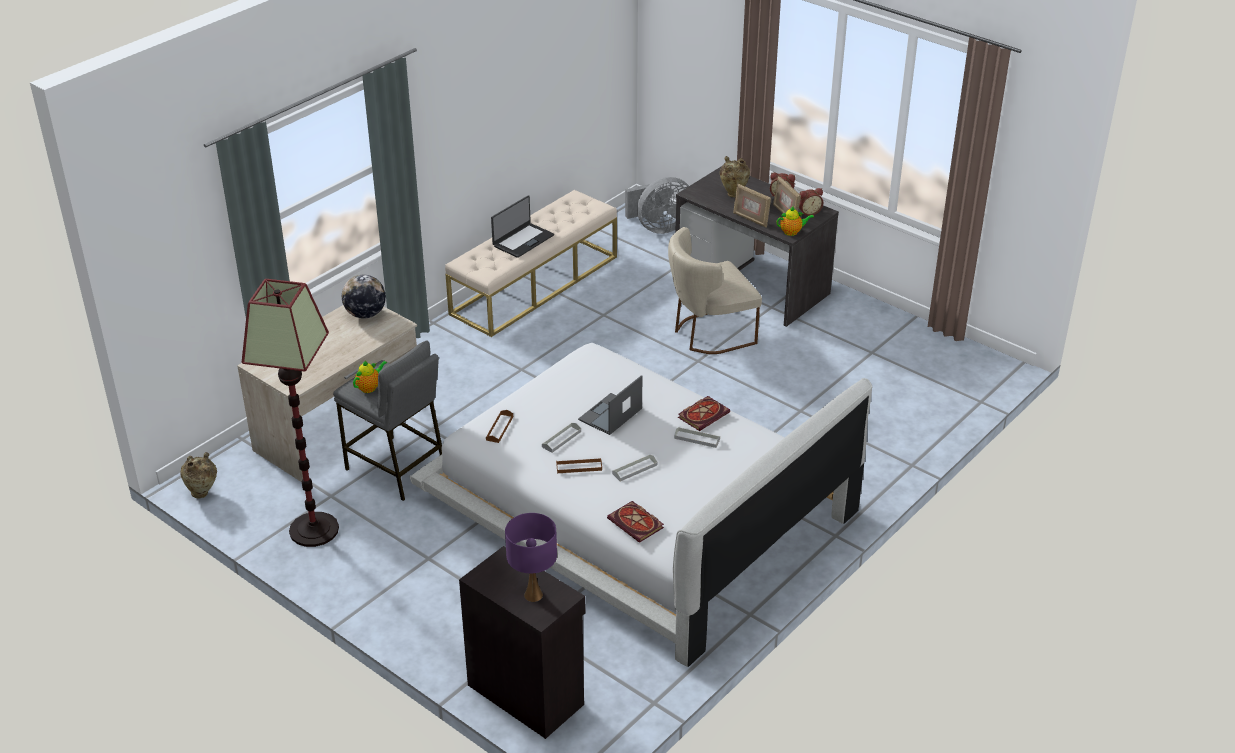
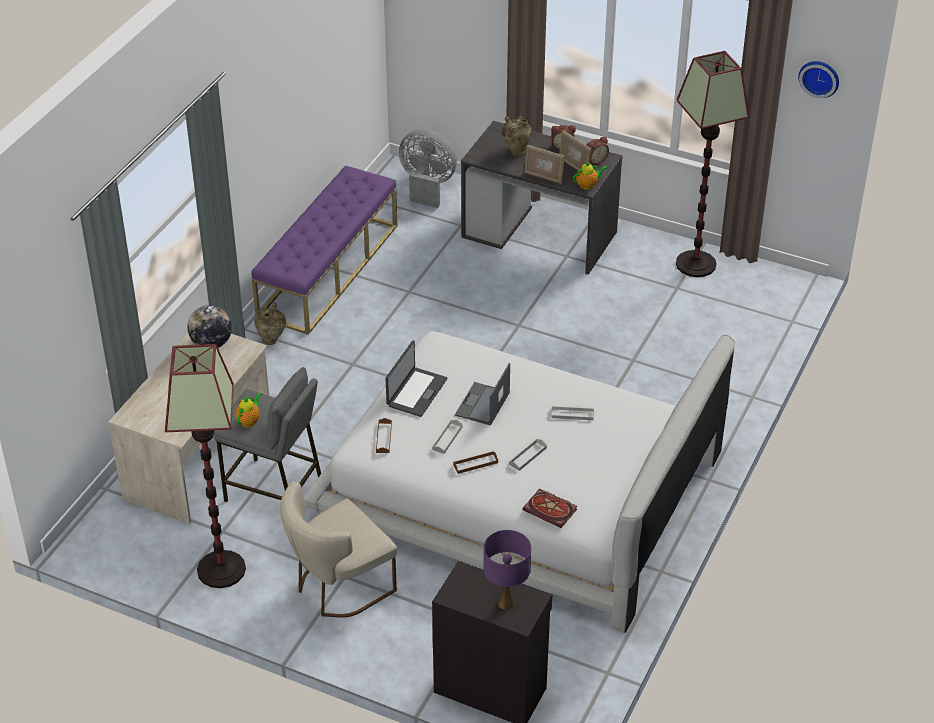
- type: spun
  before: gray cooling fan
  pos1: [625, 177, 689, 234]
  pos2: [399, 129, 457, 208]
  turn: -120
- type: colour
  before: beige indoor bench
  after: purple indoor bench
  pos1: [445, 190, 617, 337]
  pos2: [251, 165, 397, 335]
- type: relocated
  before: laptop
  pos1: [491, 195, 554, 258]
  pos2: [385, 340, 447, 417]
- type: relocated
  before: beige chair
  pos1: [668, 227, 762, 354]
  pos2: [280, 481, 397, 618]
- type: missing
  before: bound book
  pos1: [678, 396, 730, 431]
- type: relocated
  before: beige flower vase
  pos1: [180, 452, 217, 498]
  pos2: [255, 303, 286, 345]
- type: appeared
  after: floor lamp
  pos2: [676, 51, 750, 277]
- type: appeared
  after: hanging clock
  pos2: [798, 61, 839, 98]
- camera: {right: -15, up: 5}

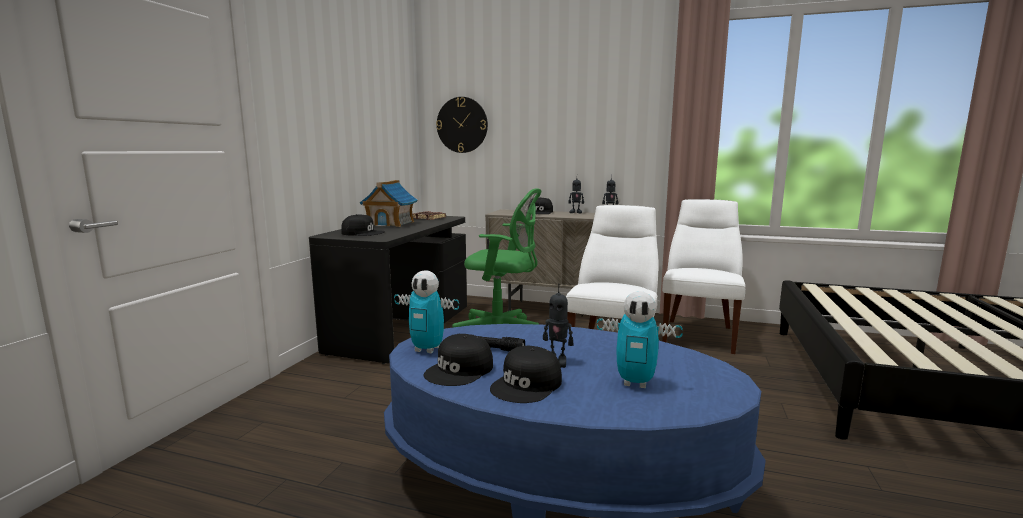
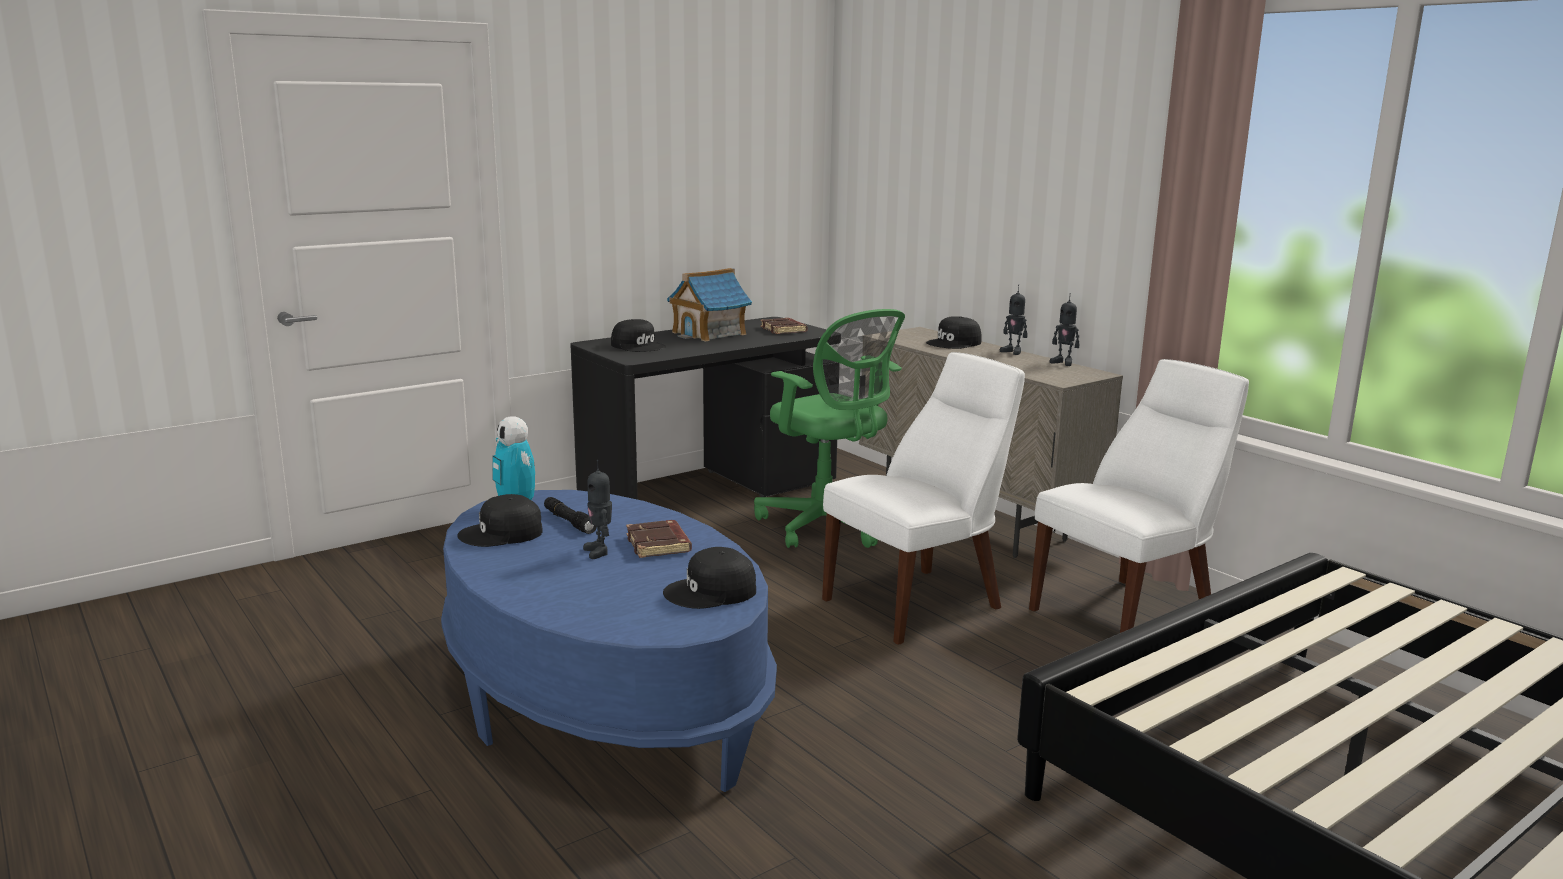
- type: missing
  before: hanging clock
  pos1: [436, 97, 488, 153]
- type: missing
  before: robot figure
  pos1: [597, 291, 683, 388]
- type: relocated
  before: blackish cap
  pos1: [490, 346, 562, 403]
  pos2: [663, 547, 756, 609]
- type: appeared
  after: brownish bound book
  pos2: [626, 520, 692, 558]
- camera: {right: 35, up: 5}

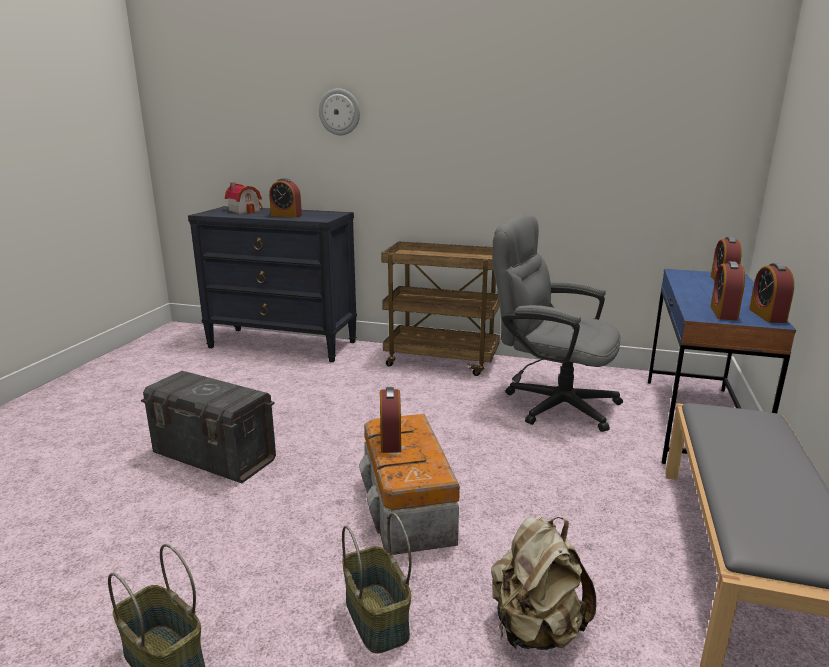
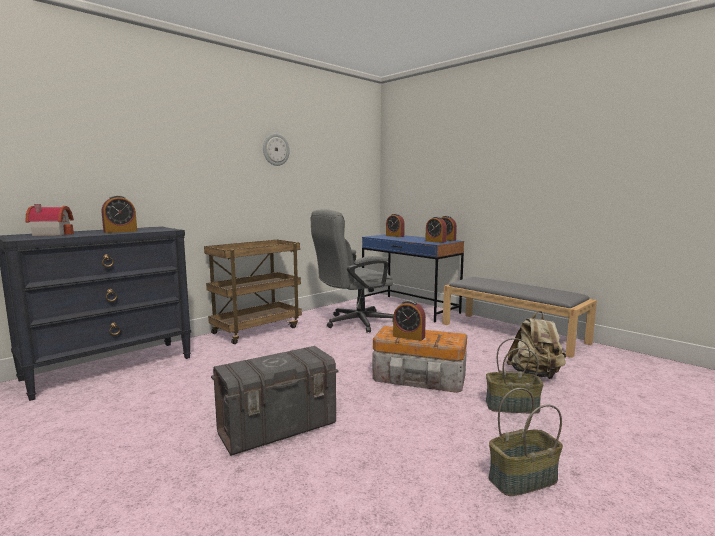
- type: relocated
  before: hanging clock
  pos1: [319, 88, 360, 135]
  pos2: [263, 133, 290, 166]
- camera: {right: -60, up: -10}

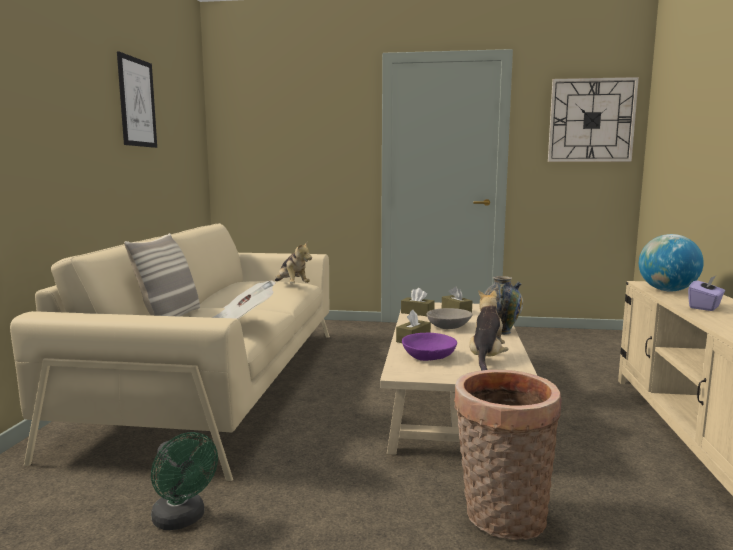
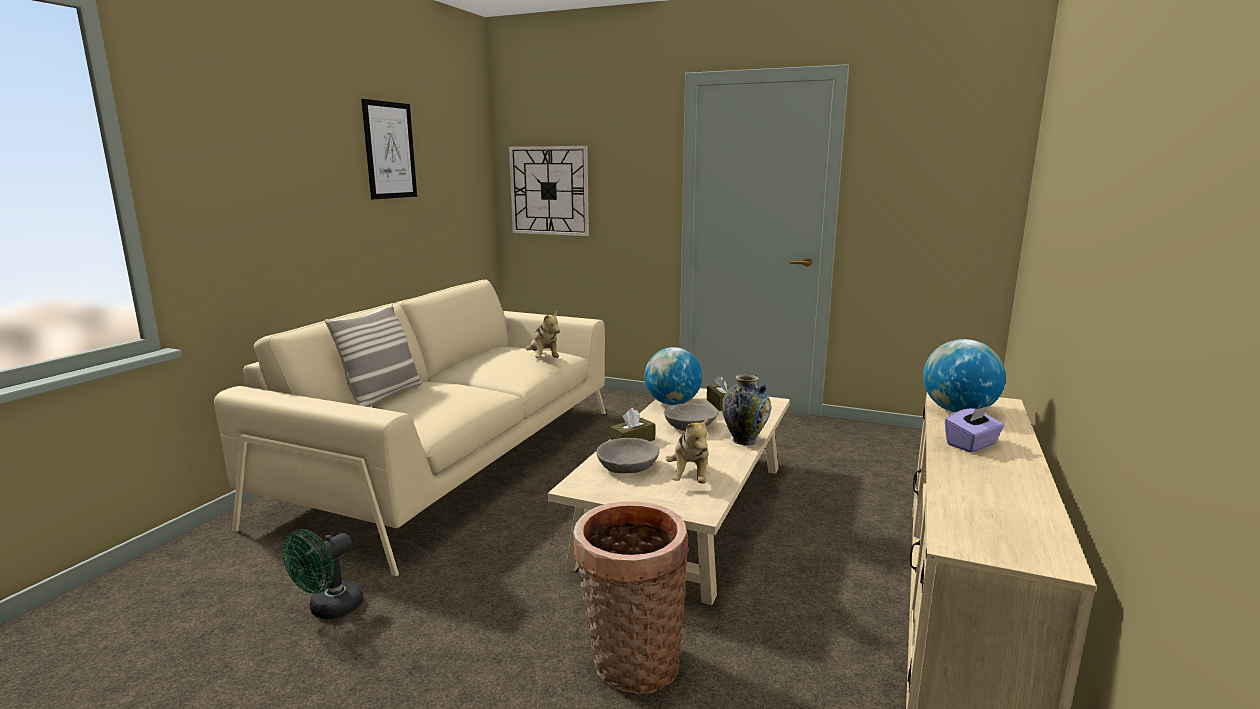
- type: relocated
  before: hanging clock
  pos1: [548, 77, 639, 162]
  pos2: [509, 146, 589, 236]
- type: missing
  before: newspaper
  pos1: [212, 281, 276, 319]
- type: exchanged
  before: brownish tissue holder
  after: globe
  pos1: [401, 288, 435, 316]
  pos2: [645, 347, 702, 405]
- type: spun
  before: soft toy
  pos1: [470, 290, 508, 371]
  pos2: [666, 417, 709, 484]
  turn: 150
- type: colour
  before: purple bowl
  after: gray bowl
  pos1: [402, 333, 457, 361]
  pos2: [596, 438, 659, 473]
- type: spun
  before: green-coloured cooling fan
  pos1: [151, 432, 218, 530]
  pos2: [283, 529, 363, 619]
  turn: 60
- camera: {right: 15, up: 5}

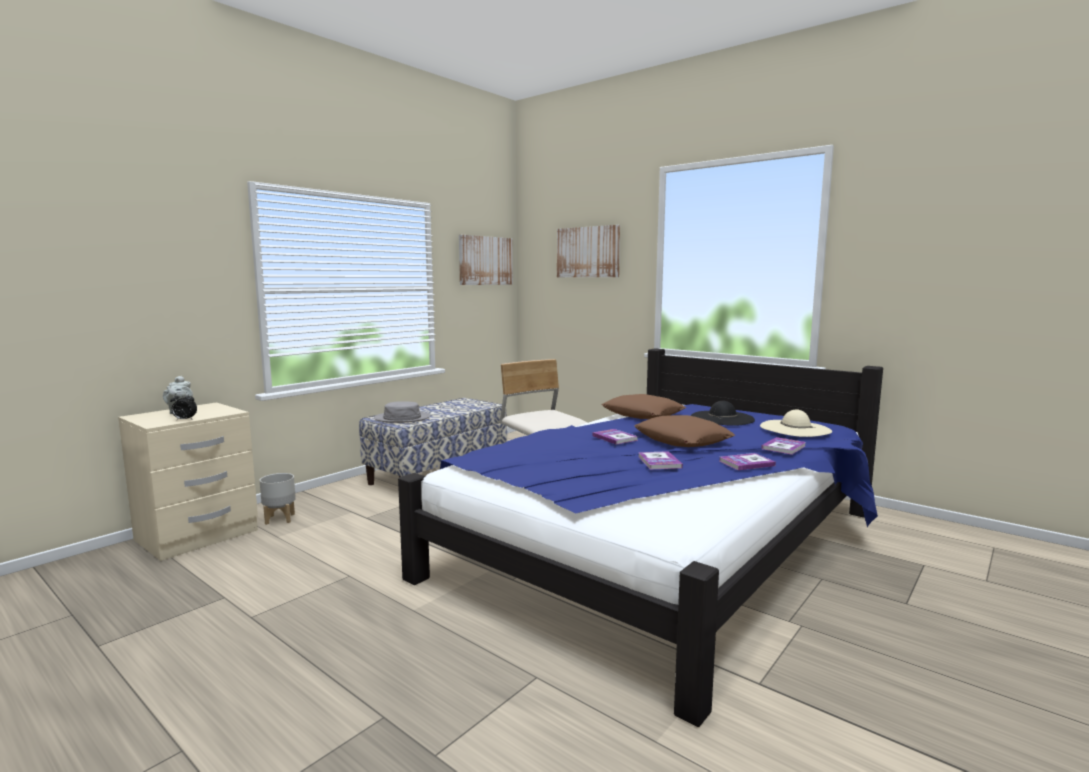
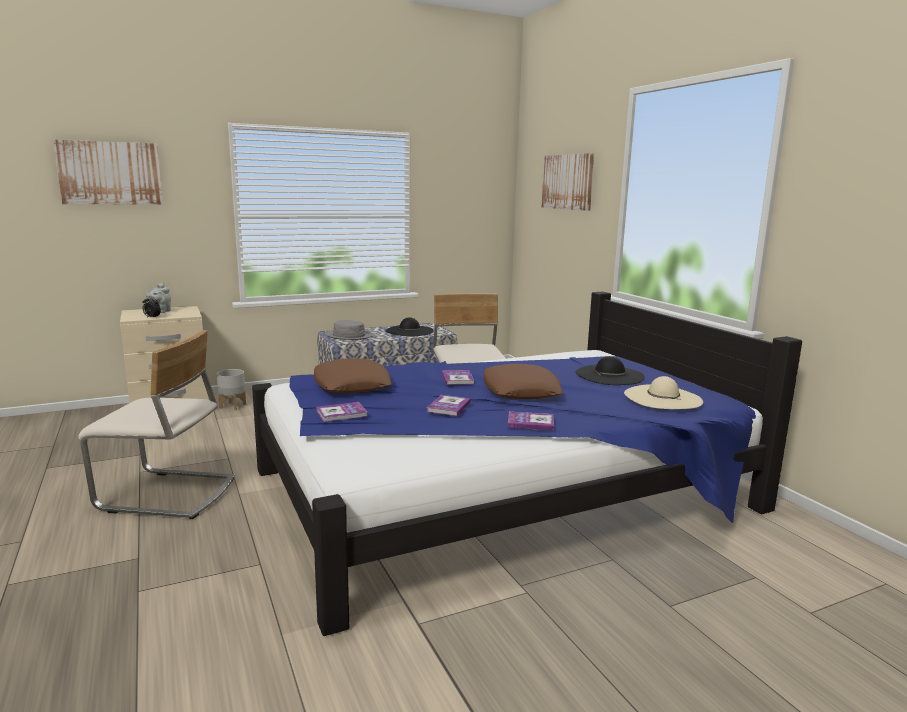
- type: relocated
  before: wall picture
  pos1: [459, 235, 513, 285]
  pos2: [53, 139, 163, 205]
- type: relocated
  before: brownish cushion
  pos1: [601, 394, 686, 419]
  pos2: [314, 359, 392, 393]
- type: relocated
  before: bound book
  pos1: [761, 437, 806, 455]
  pos2: [316, 402, 367, 422]
- type: appeared
  after: blackish hat
  pos2: [386, 317, 434, 337]
- type: appeared
  after: beige chair
  pos2: [78, 330, 234, 519]
- camera: {right: 25, up: 5}

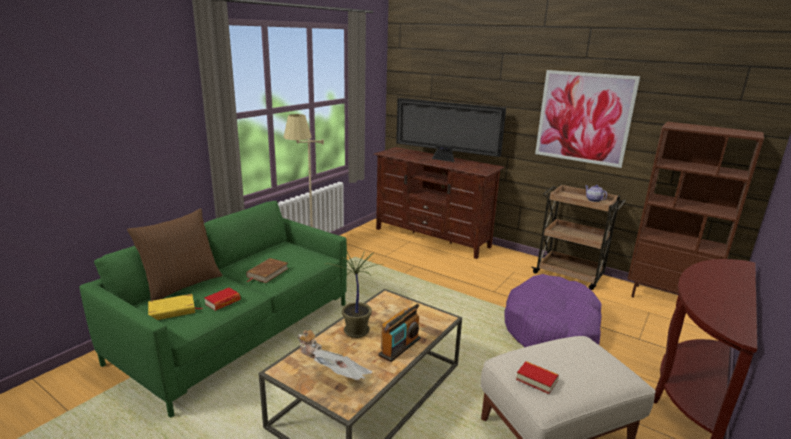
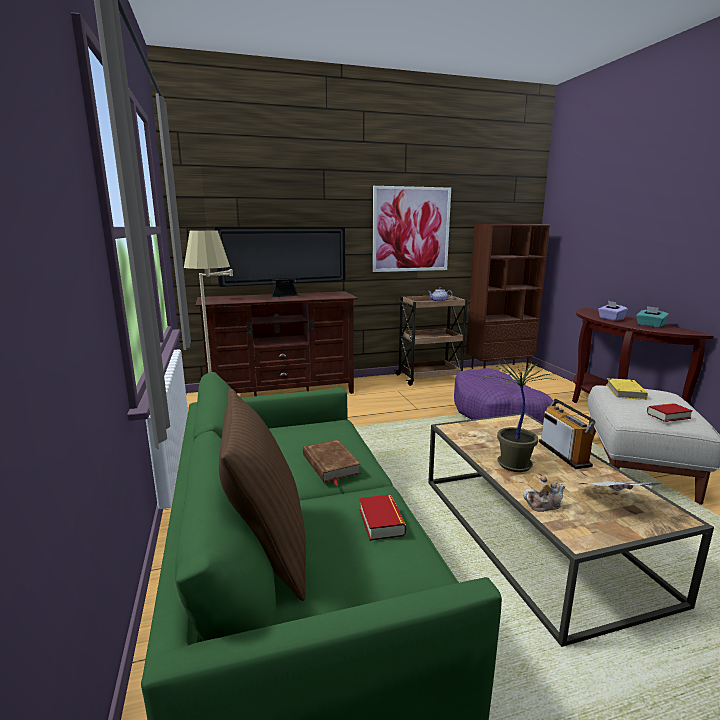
- type: relocated
  before: yellowish bound book
  pos1: [148, 294, 202, 320]
  pos2: [606, 378, 648, 400]
- type: appeared
  after: purple tissue holder
  pos2: [598, 301, 628, 321]
- type: appeared
  after: turquoise-coloured tissue holder
  pos2: [636, 306, 669, 327]
- camera: {right: -50, up: -5}

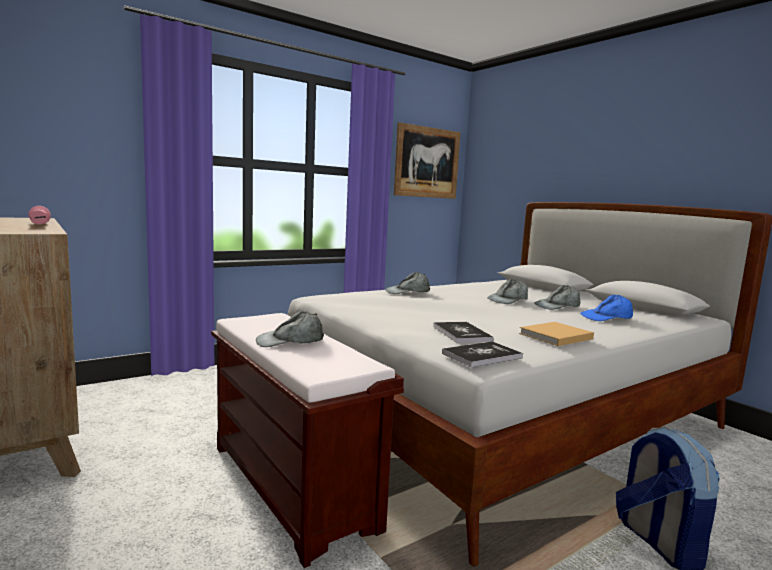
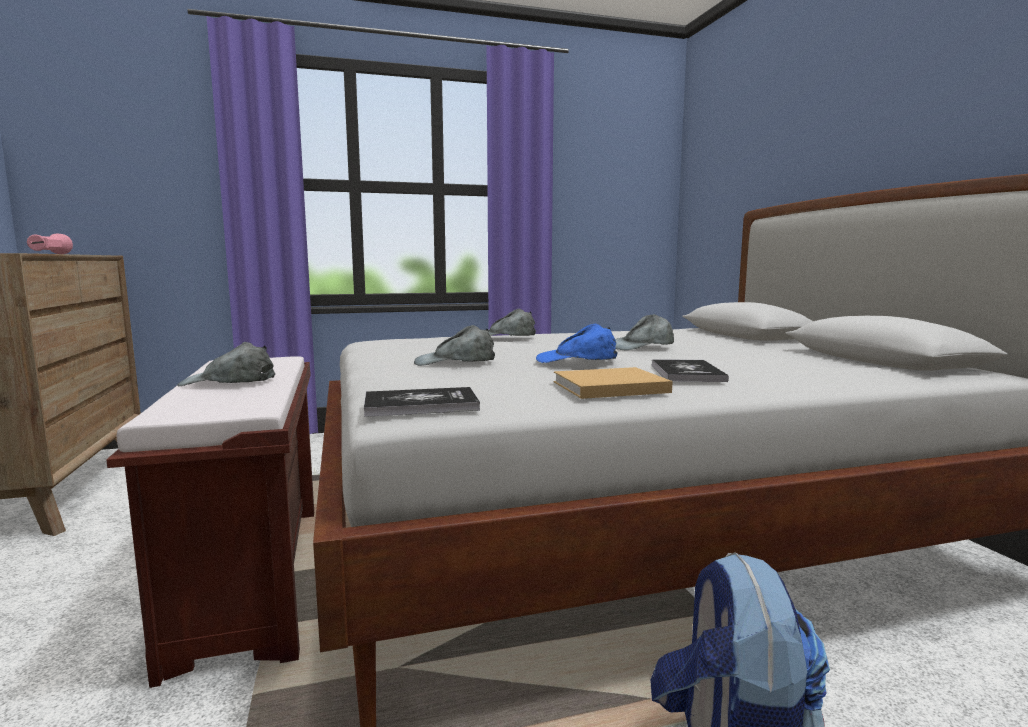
- type: missing
  before: wall picture
  pos1: [394, 122, 461, 199]
- type: relocated
  before: gray cap
  pos1: [535, 285, 580, 310]
  pos2: [414, 325, 495, 366]
- type: relocated
  before: bluish cap
  pos1: [580, 295, 633, 321]
  pos2: [536, 323, 618, 363]
- type: relocated
  before: bound book
  pos1: [433, 322, 494, 343]
  pos2: [651, 359, 729, 382]
- camera: {right: 20, up: 0}

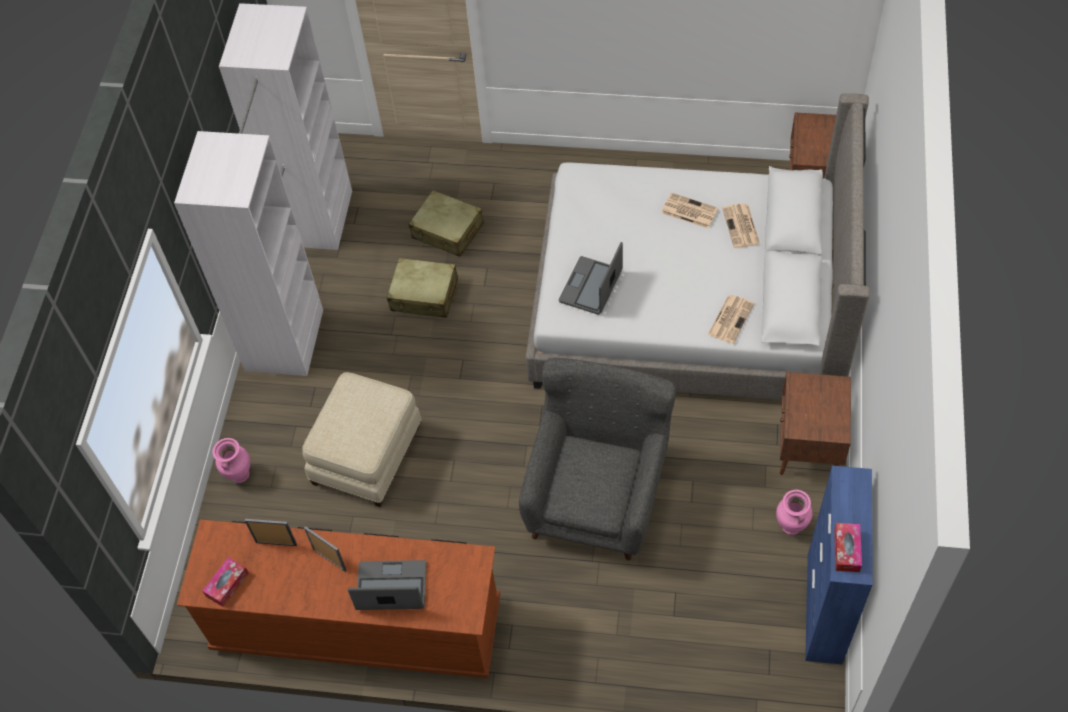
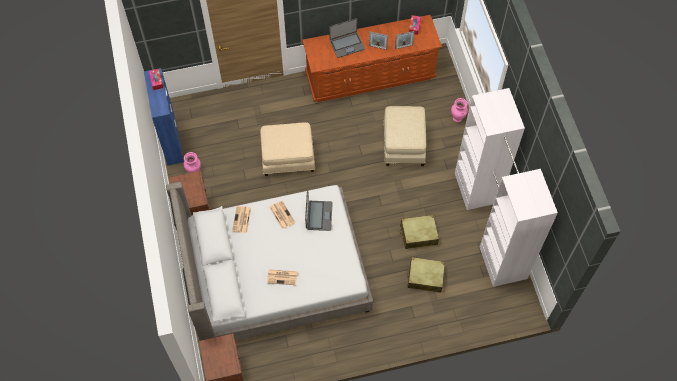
- type: relocated
  before: newspaper
  pos1: [722, 203, 760, 248]
  pos2: [269, 201, 296, 229]
- type: exchanged
  before: gray armchair
  after: beige pouffe
  pos1: [519, 358, 676, 560]
  pos2: [260, 122, 315, 176]
- camera: {right: 155, up: 5}

